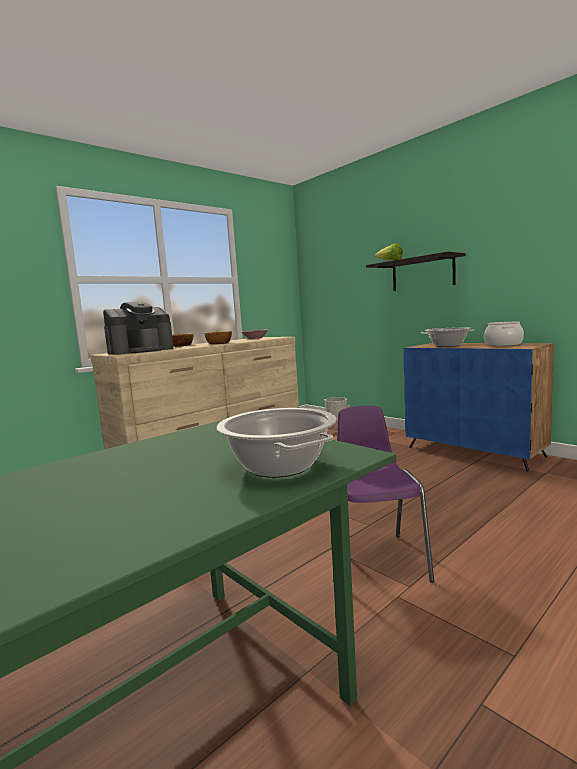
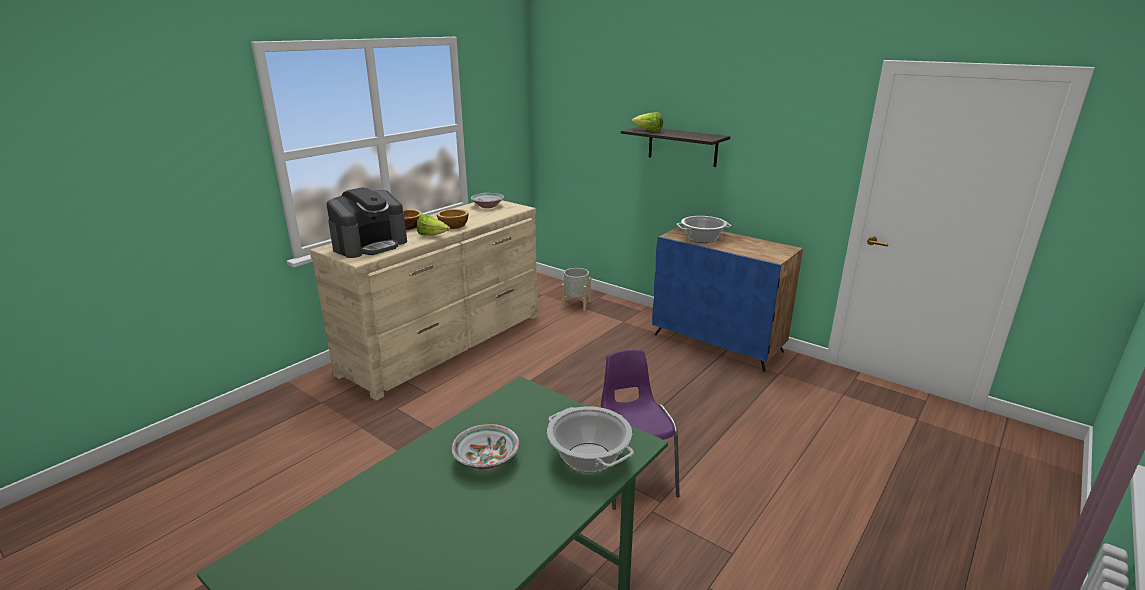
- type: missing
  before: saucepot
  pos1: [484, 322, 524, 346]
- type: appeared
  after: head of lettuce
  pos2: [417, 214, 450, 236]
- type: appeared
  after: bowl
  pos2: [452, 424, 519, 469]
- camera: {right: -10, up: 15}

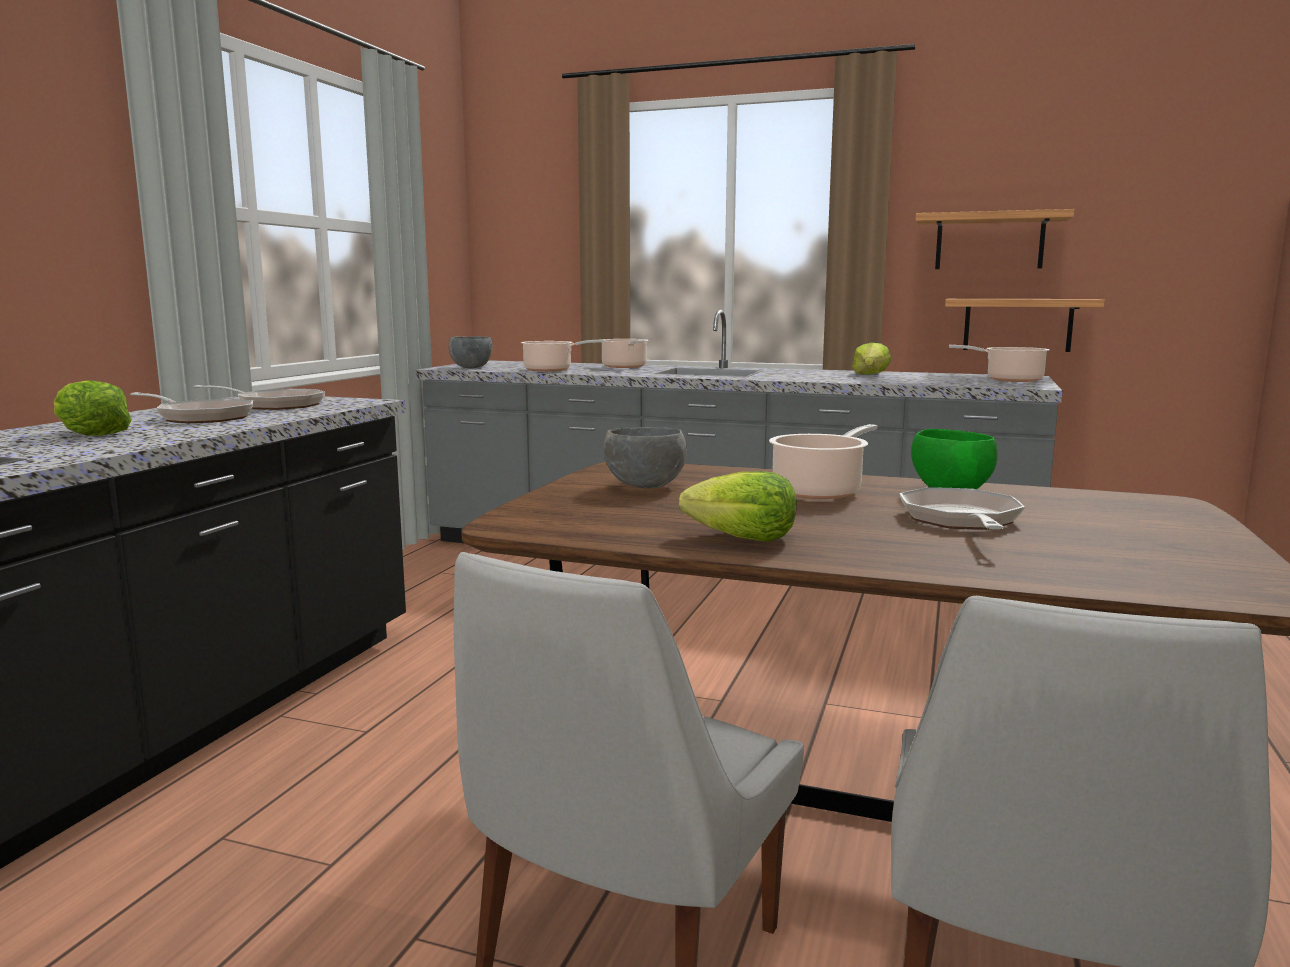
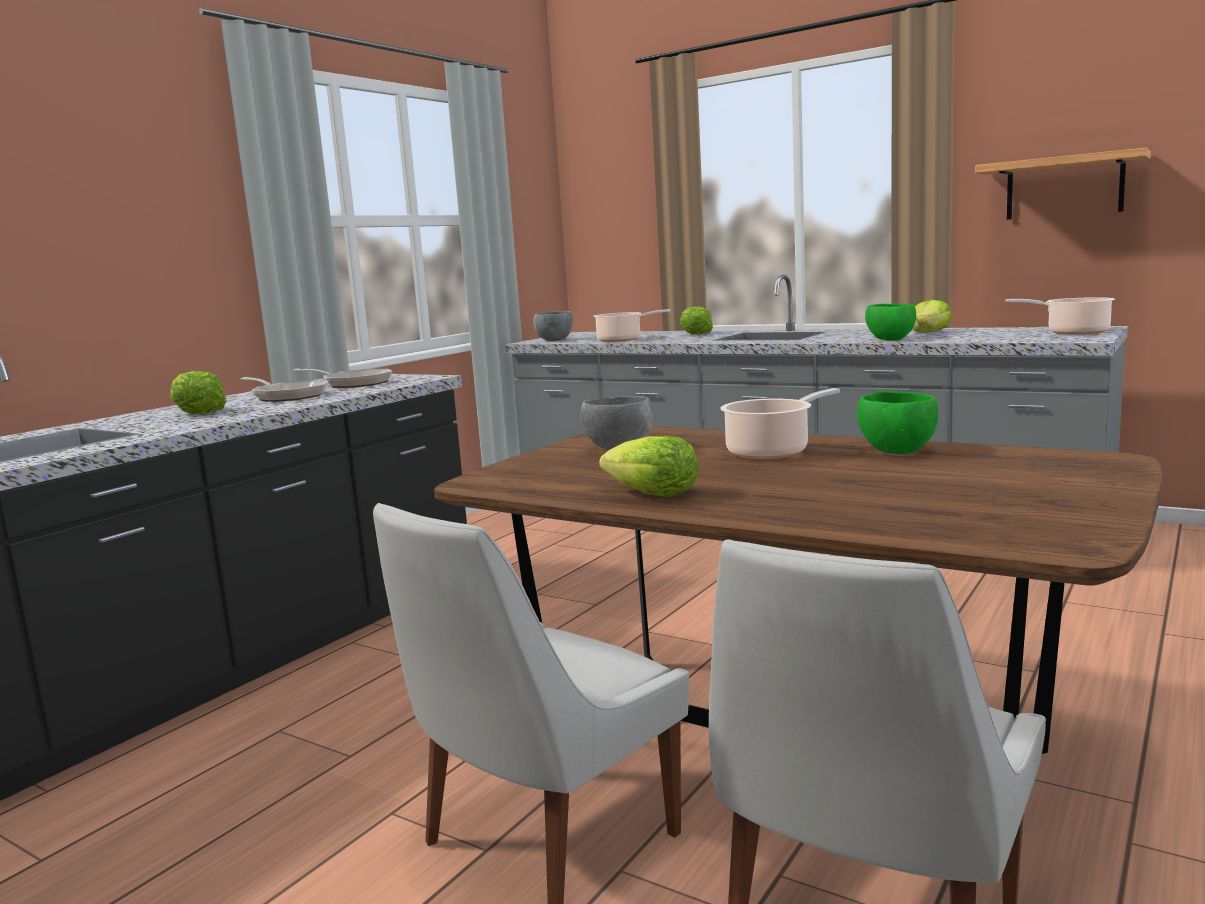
- type: missing
  before: bracket shelf
  pos1: [945, 299, 1105, 352]
- type: exchanged
  before: saucepot
  after: head of lettuce
  pos1: [602, 339, 649, 368]
  pos2: [680, 306, 713, 334]
- type: missing
  before: skillet
  pos1: [900, 487, 1025, 530]
- type: appeared
  after: green-coloured bowl
  pos2: [865, 304, 916, 341]
- camera: {right: 15, up: 0}

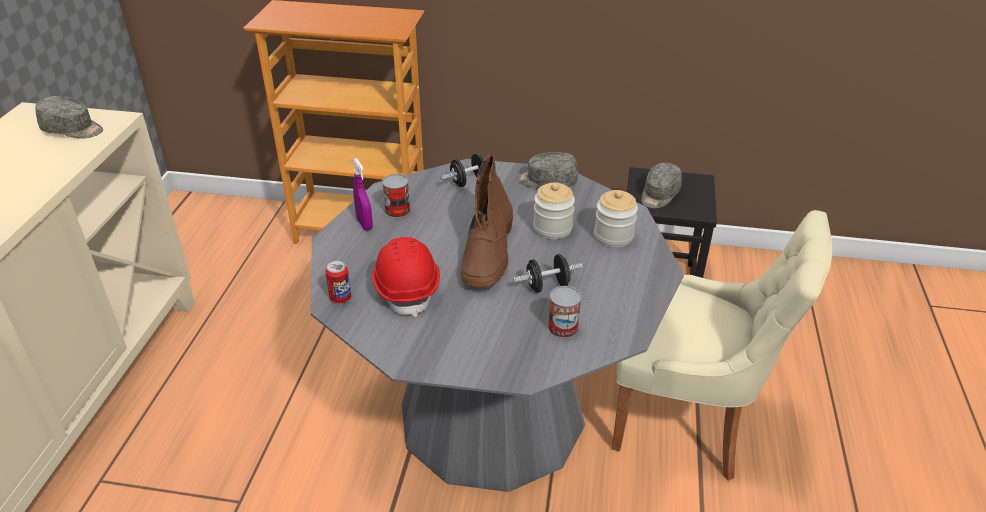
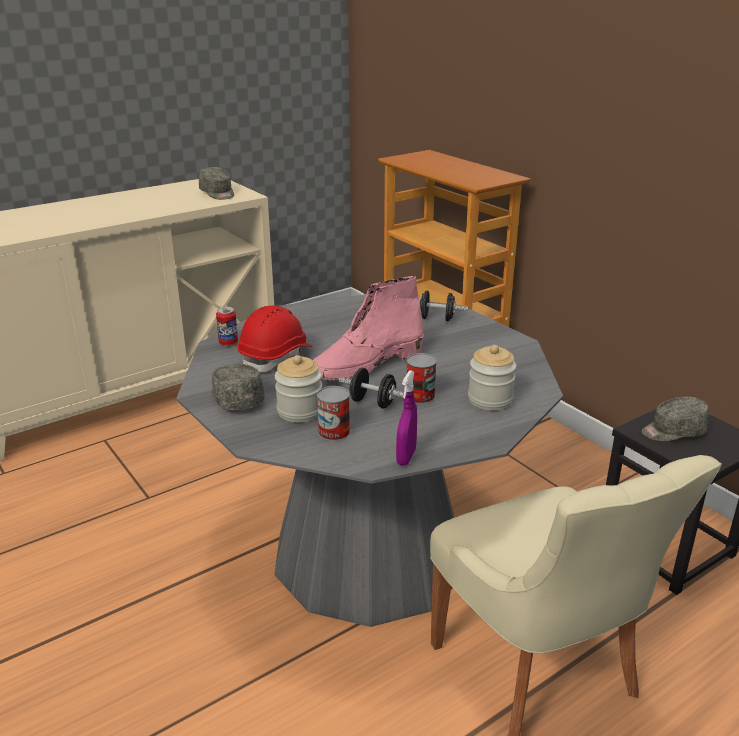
- type: relocated
  before: gray cap
  pos1: [517, 152, 578, 188]
  pos2: [211, 364, 265, 410]
- type: colour
  before: brownish boot
  after: pink boot
  pos1: [461, 154, 513, 289]
  pos2: [313, 276, 424, 381]
- type: relocated
  before: purple spray bottle
  pos1: [353, 158, 373, 230]
  pos2: [396, 370, 417, 466]
- type: relocated
  before: can
  pos1: [382, 174, 410, 218]
  pos2: [407, 353, 437, 404]
- type: relocated
  before: storage jar
  pos1: [533, 183, 575, 239]
  pos2: [275, 355, 322, 422]
- camera: {right: 45, up: -10}

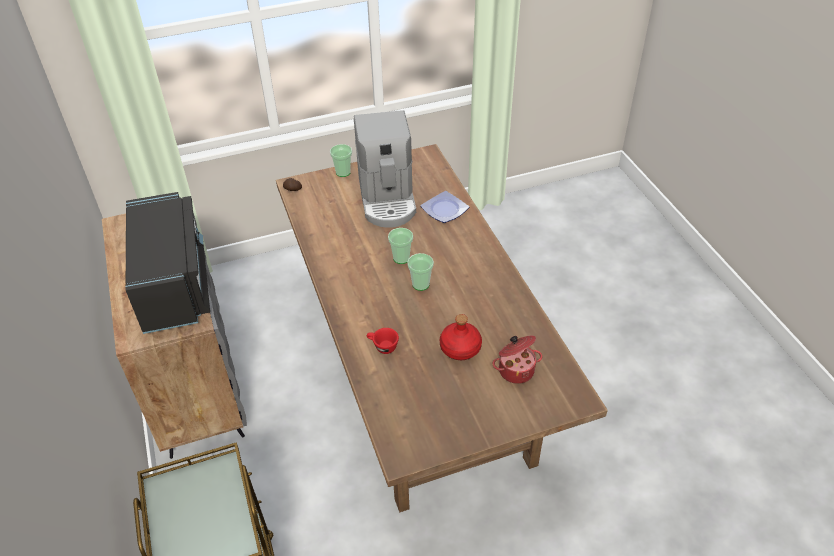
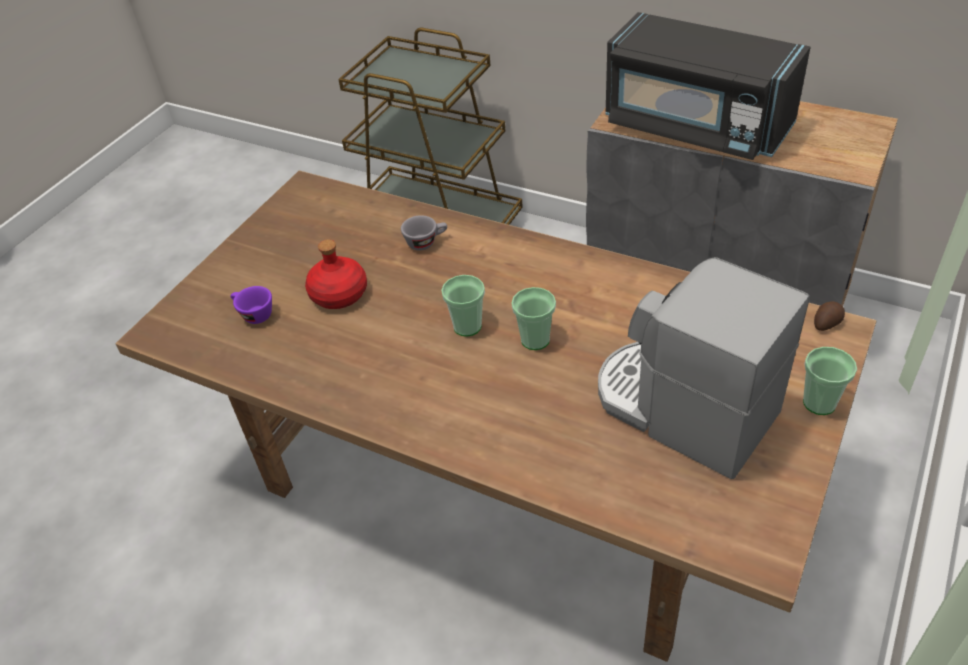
- type: missing
  before: flat dish
  pos1: [421, 191, 469, 223]
- type: colour
  before: reddish drinking cup
  after: gray drinking cup
  pos1: [366, 328, 399, 354]
  pos2: [401, 215, 447, 251]
- type: exchanged
  before: saucepot
  after: purple drinking cup
  pos1: [493, 336, 542, 384]
  pos2: [231, 286, 272, 324]
- camera: {right: 140, up: 0}

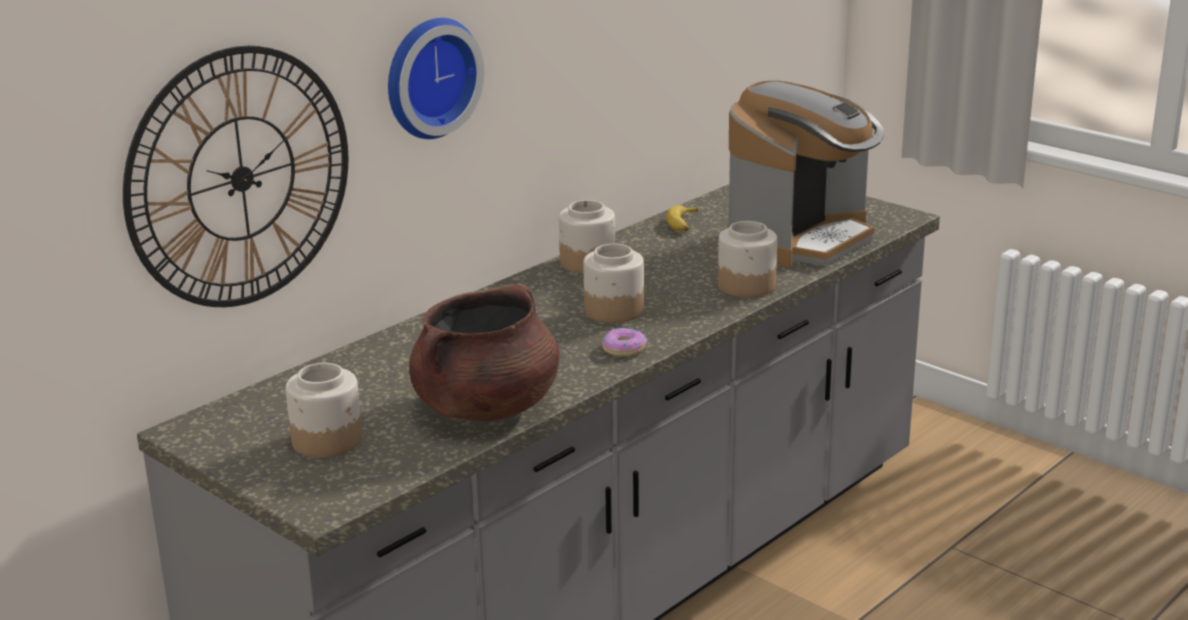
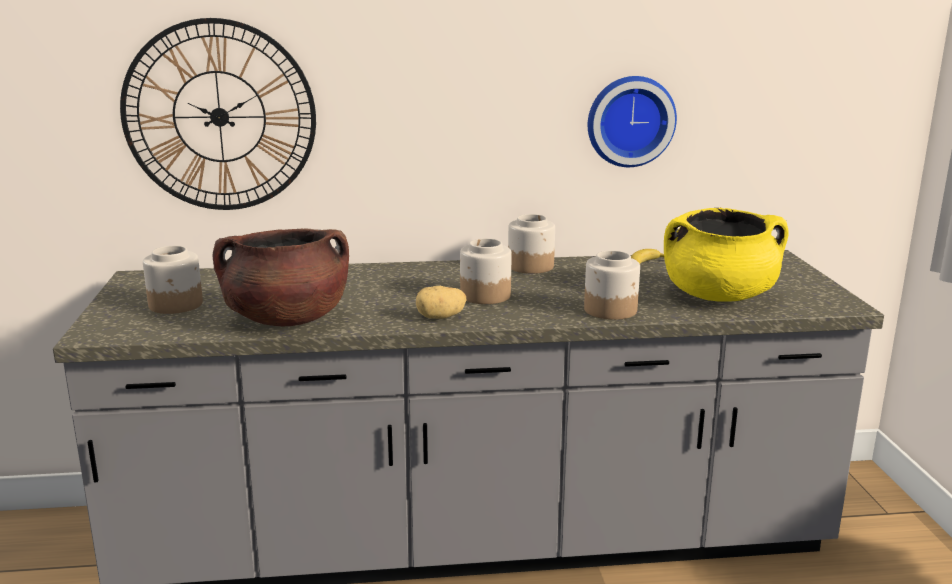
- type: relocated
  before: hanging clock
  pos1: [388, 18, 484, 139]
  pos2: [588, 76, 677, 167]
- type: exchanged
  before: coffee maker
  after: yellowish saucepot
  pos1: [727, 81, 884, 268]
  pos2: [664, 208, 789, 302]
- type: exchanged
  before: donut
  after: potato
  pos1: [602, 328, 647, 357]
  pos2: [416, 286, 466, 319]
- camera: {right: 40, up: -5}

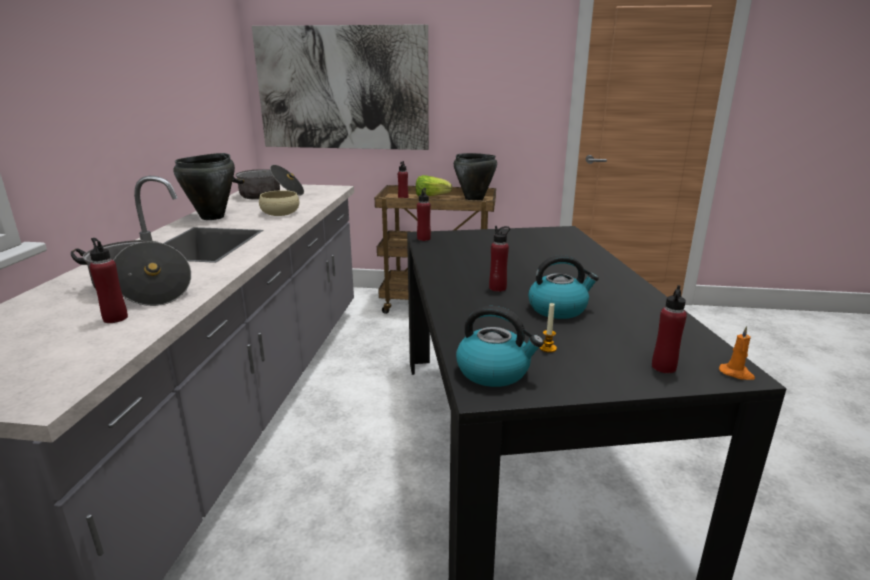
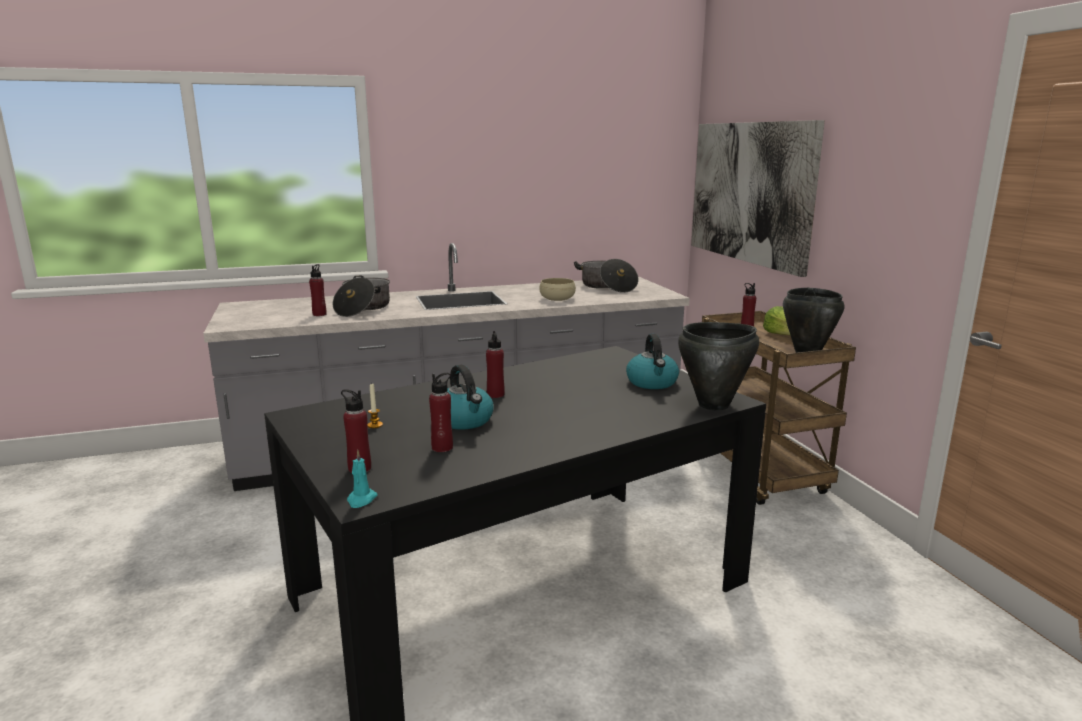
- type: relocated
  before: blackish saucepot
  pos1: [173, 153, 235, 220]
  pos2: [678, 322, 759, 410]
- type: relocated
  before: reddish drink bottle
  pos1: [417, 188, 431, 241]
  pos2: [429, 373, 453, 452]
- type: relocated
  before: tea kettle
  pos1: [456, 306, 544, 387]
  pos2: [626, 334, 679, 389]
- type: colour
  before: orange wax light
  after: turquoise-coloured wax light
  pos1: [719, 326, 755, 380]
  pos2: [347, 450, 378, 508]
- camera: {right: 65, up: -5}

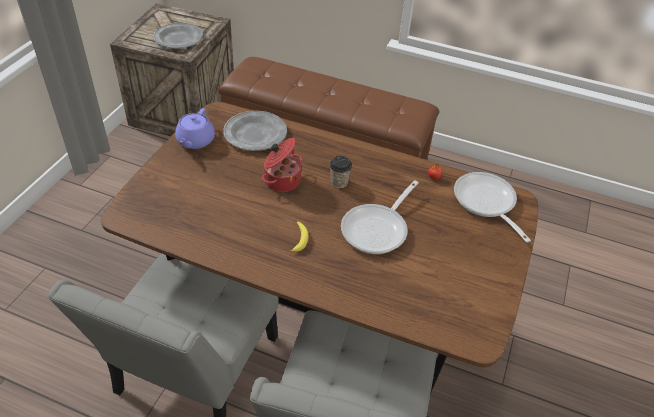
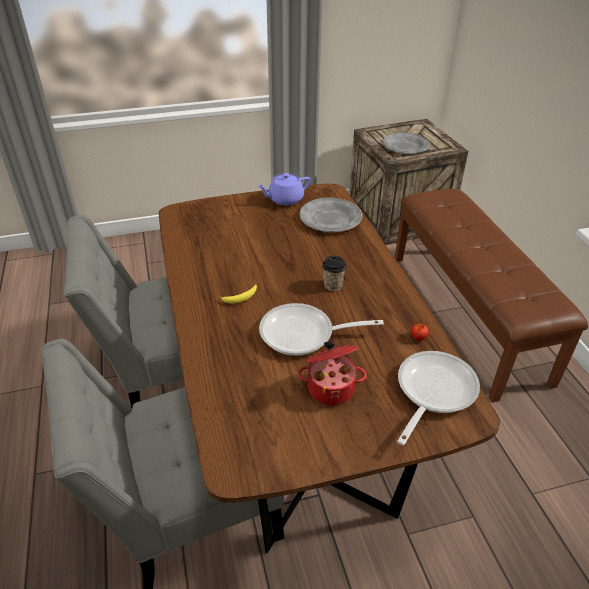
- type: relocated
  before: saucepot
  pos1: [262, 138, 302, 192]
  pos2: [298, 340, 367, 406]
- camera: {right: 55, up: -5}

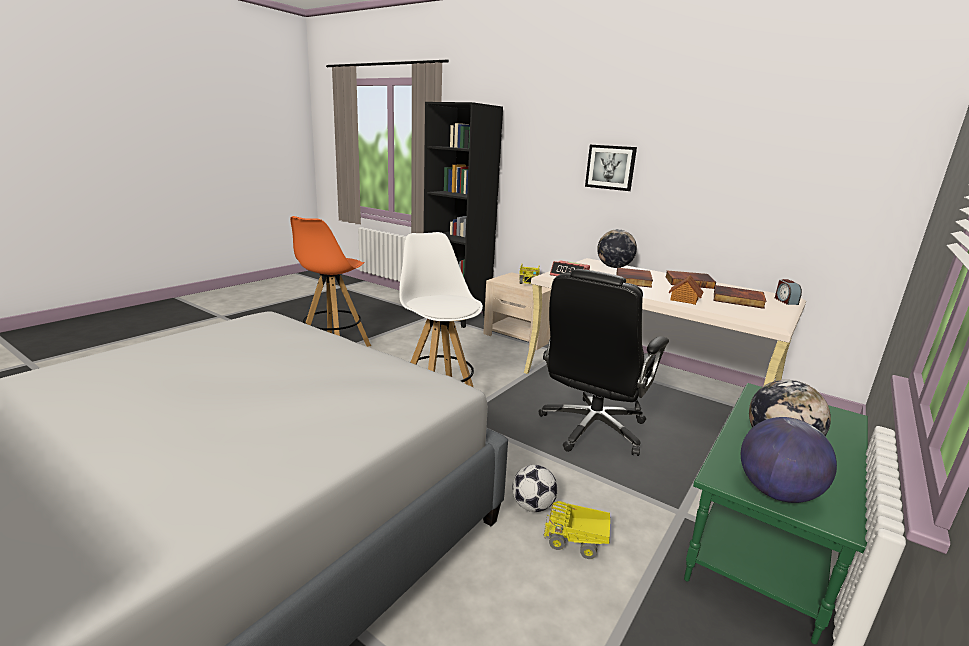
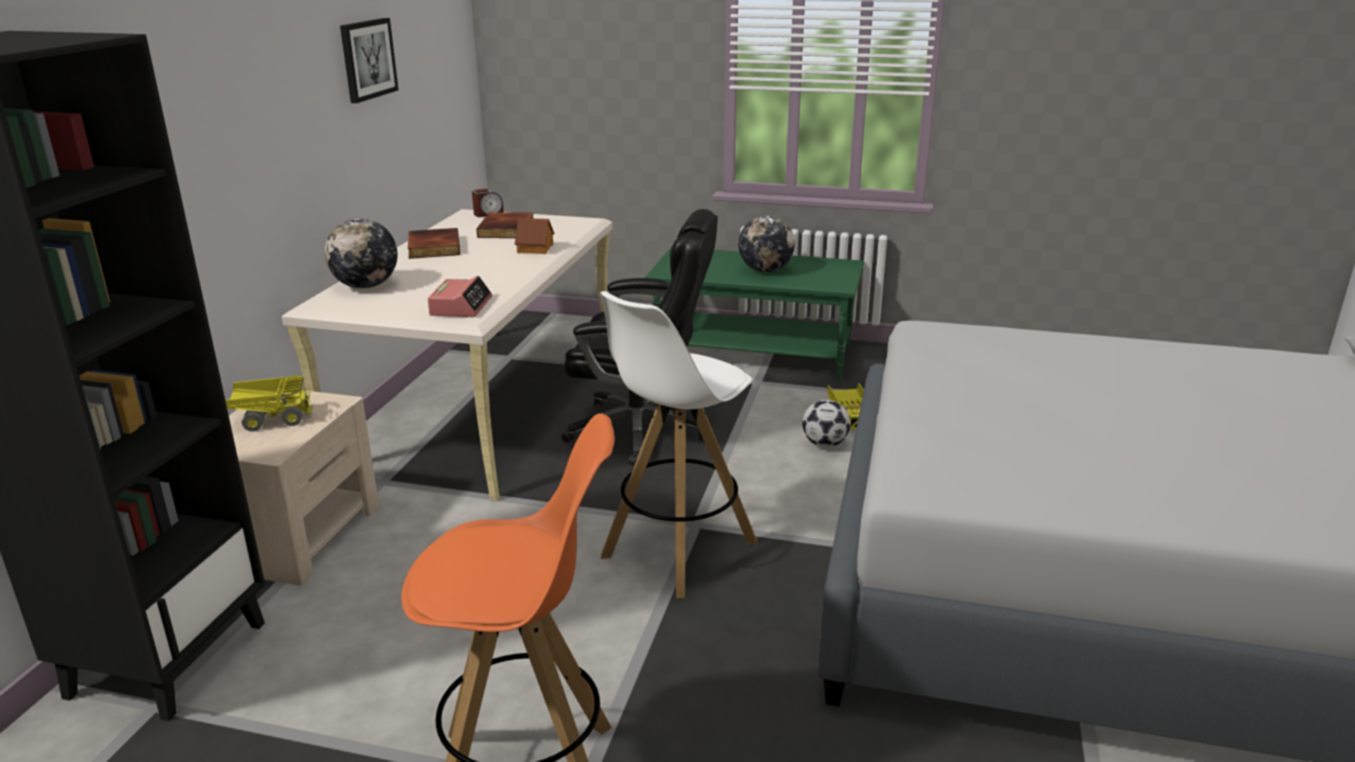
- type: relocated
  before: wall picture
  pos1: [585, 145, 637, 191]
  pos2: [340, 18, 398, 103]
- type: missing
  before: bound book
  pos1: [616, 268, 653, 288]
- type: missing
  before: globe
  pos1: [741, 417, 837, 503]
- camera: {right: -110, up: 5}

